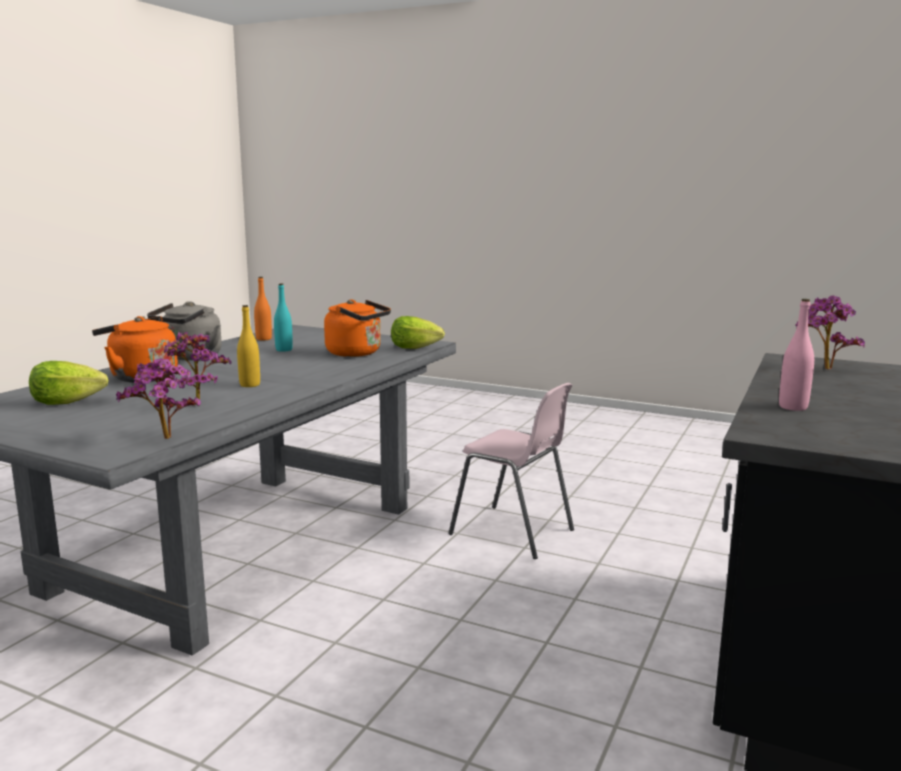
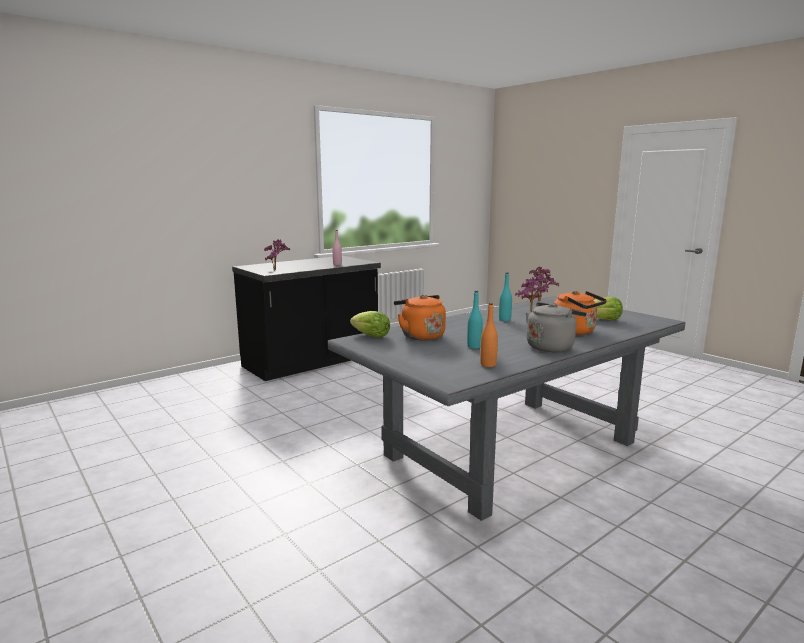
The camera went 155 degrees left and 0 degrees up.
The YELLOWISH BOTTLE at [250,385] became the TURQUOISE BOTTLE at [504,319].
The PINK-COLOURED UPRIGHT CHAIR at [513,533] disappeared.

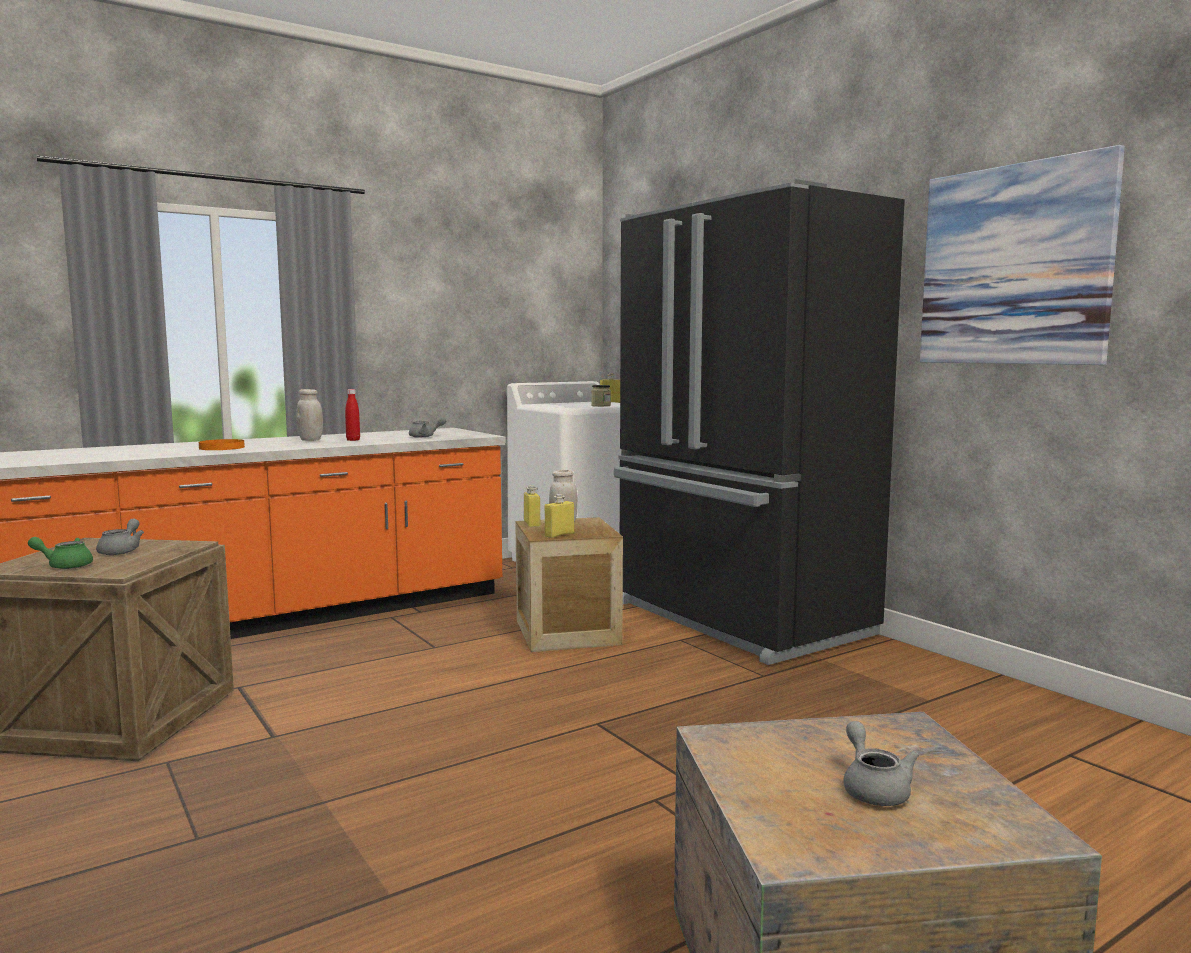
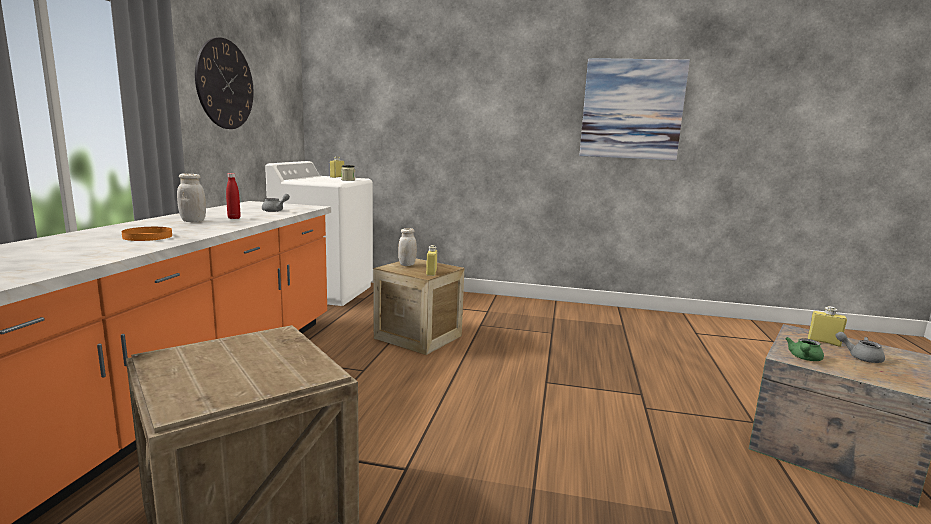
The camera went 45 degrees left and 5 degrees up.
The WALL CLOCK at [225,84] appeared.
The GREENISH TEA POT moved from [65,565] to [804,358].
The YELLOWISH BOTTLE moved from [532,524] to [823,342].
The GREYISH TEA POT at [122,551] disappeared.
The BLACKISH REFRIGERATOR at [738,620] disappeared.

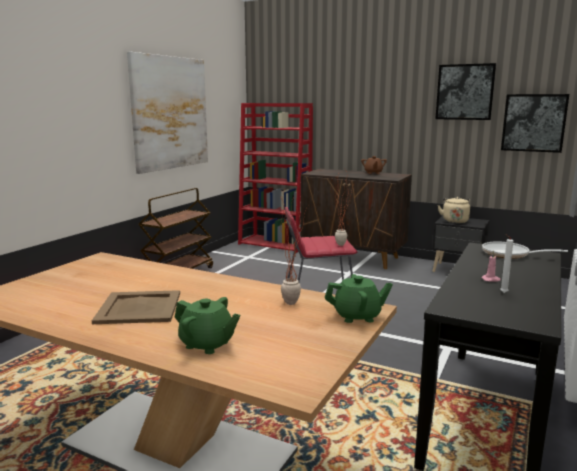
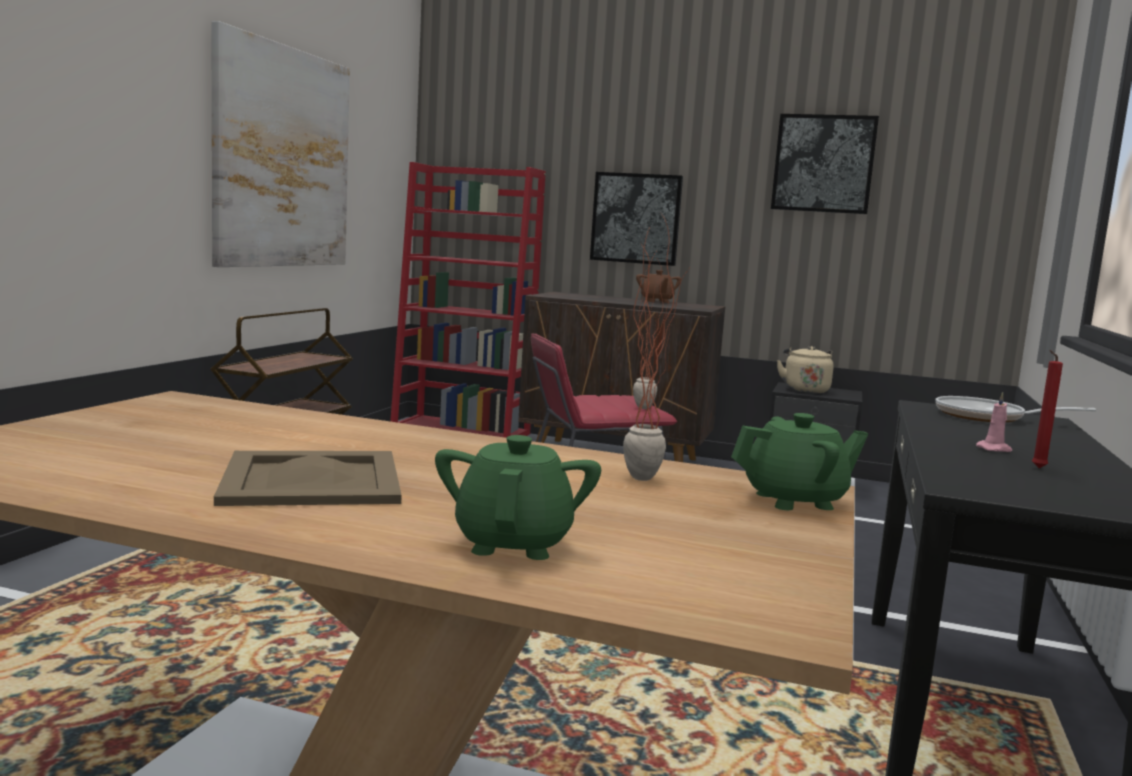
The camera went 10 degrees left and 5 degrees down.
The GREENISH TEA POT at [207,344] turned 105 degrees counterclockwise.
The PICTURE moved from [534,123] to [636,218].
The WHITE-COLOURED CANDLE at [502,293] became the REDDISH CANDLE at [1037,468].

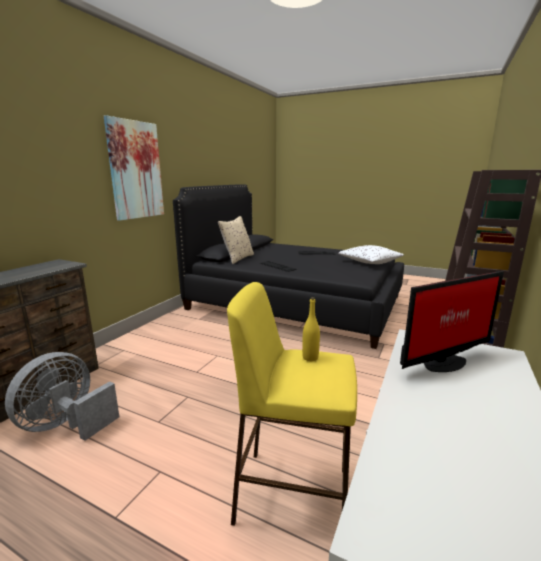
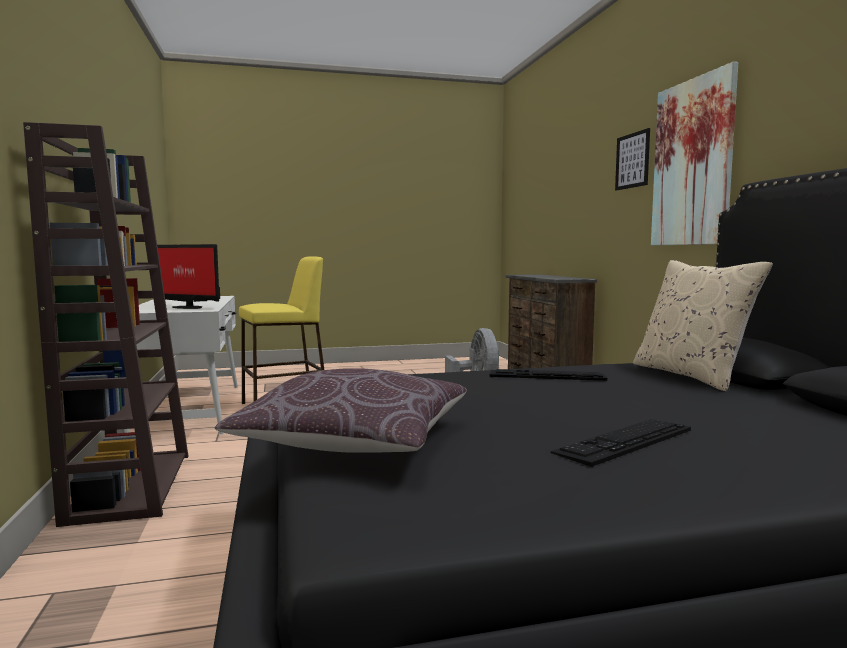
The camera went 140 degrees right and 10 degrees down.
The MONITOR at [442,362] turned 90 degrees counterclockwise.
The WHITE-COLOURED THROW PILLOW at [370,262] became the BROWNISH THROW PILLOW at [356,441].
The PICTURE at [632,160] appeared.
The YELLOWISH BOTTLE at [310,357] disappeared.

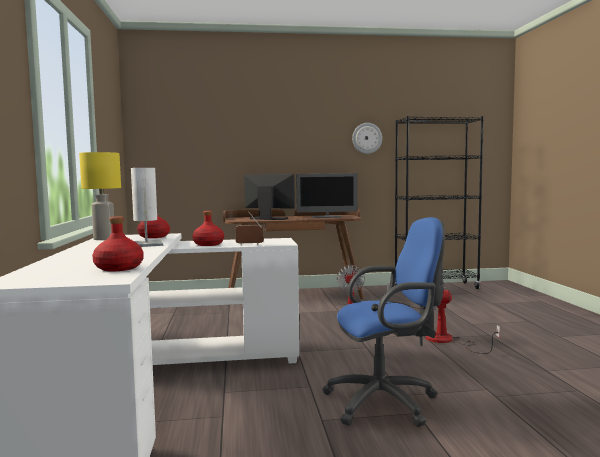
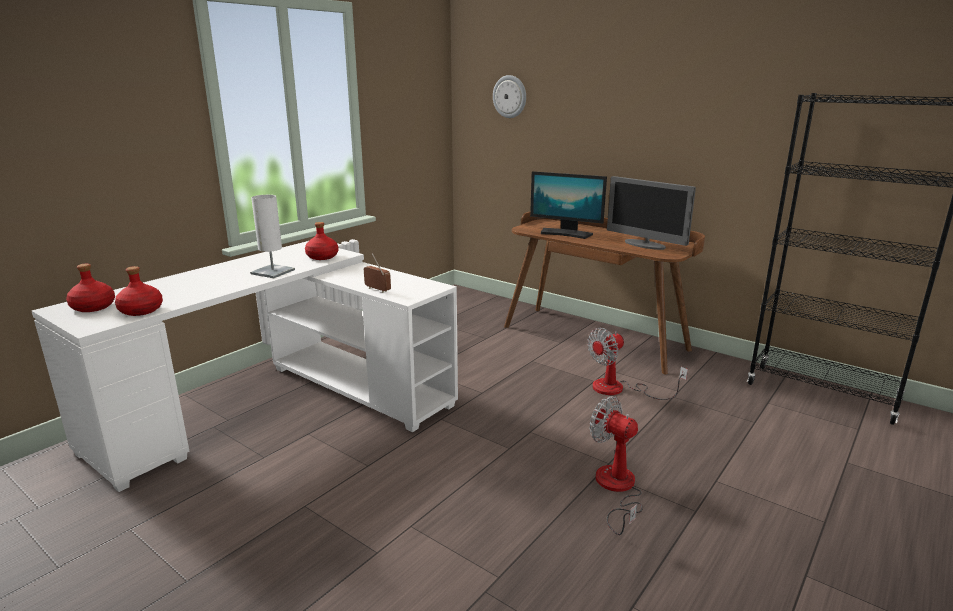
The camera went 45 degrees right and 15 degrees up.
The REDDISH BOTTLE moved from [209,244] to [94,307].
The WALL CLOCK moved from [367,138] to [510,96].
The MONITOR at [268,219] turned 135 degrees clockwise.
The YELLOWISH TABLE LAMP at [105,239] disappeared.
The BLUE-COLOURED DESK CHAIR at [387,402] disappeared.

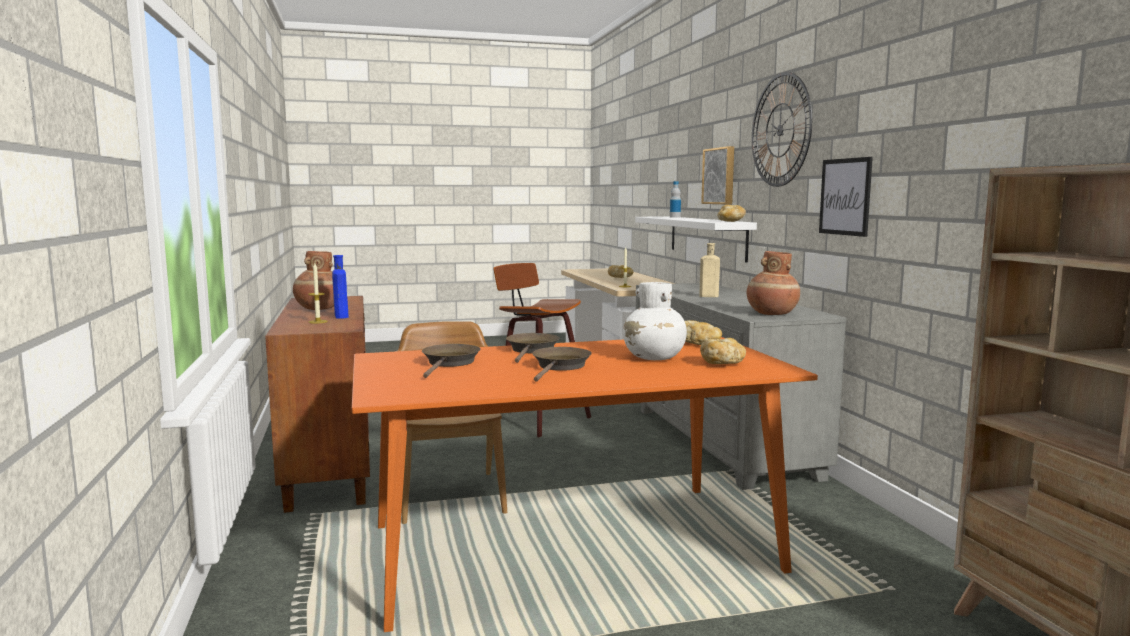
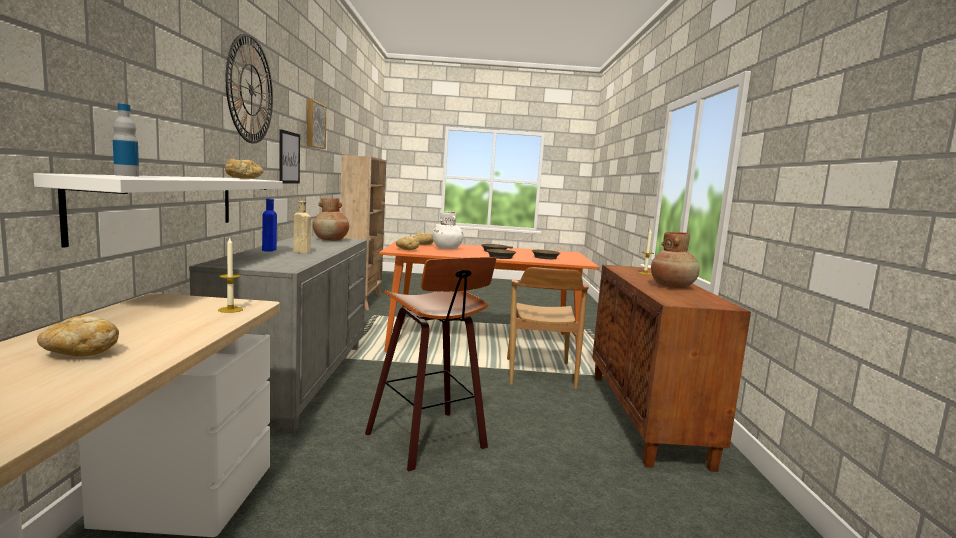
The camera went 165 degrees left and 0 degrees up.
The BLUE-COLOURED BOTTLE moved from [341,316] to [269,250].
The PICTURE moved from [720,176] to [314,125].

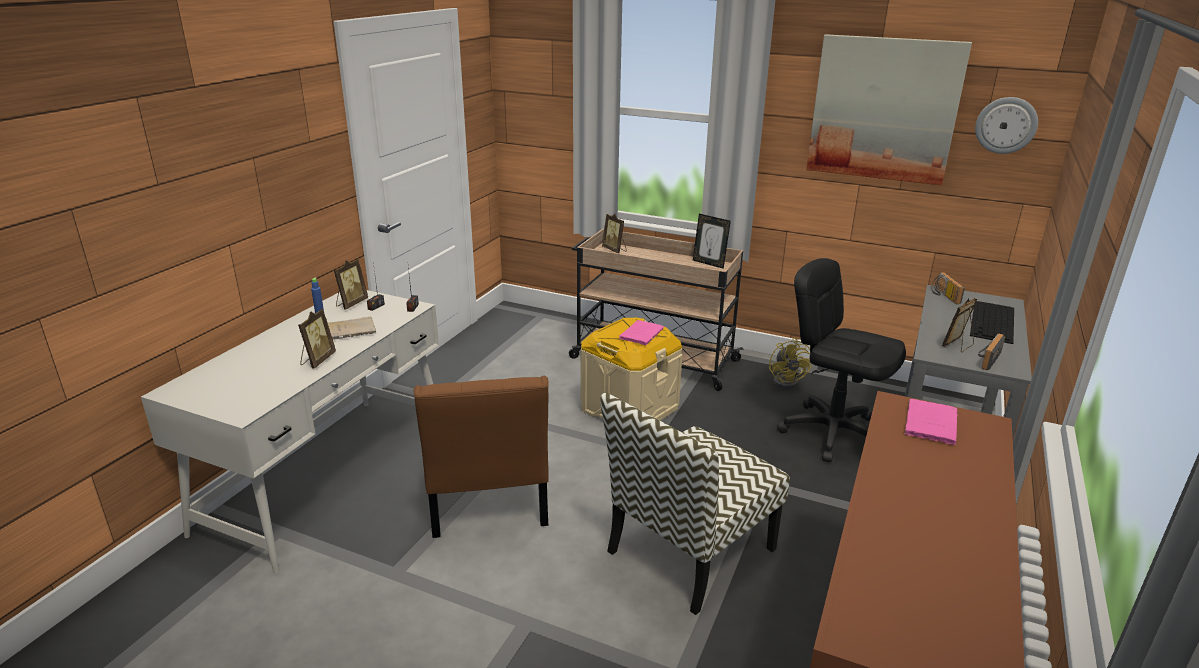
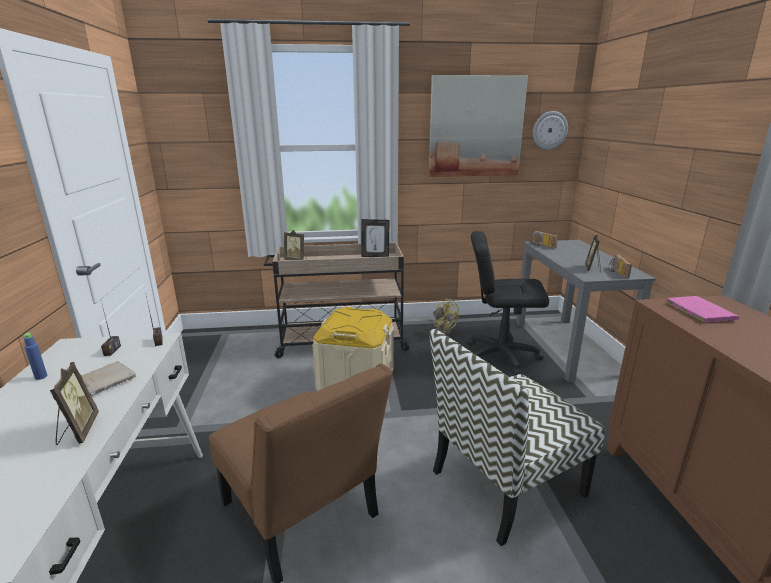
The camera went 30 degrees left and 5 degrees down.
The UPRIGHT CHAIR at [690,552] turned 45 degrees clockwise.
The PHOTO FRAME at [351,304] disappeared.
The PINK-COLOURED BOUND BOOK at [642,334] disappeared.
The KEYBOARD at [993,322] disappeared.

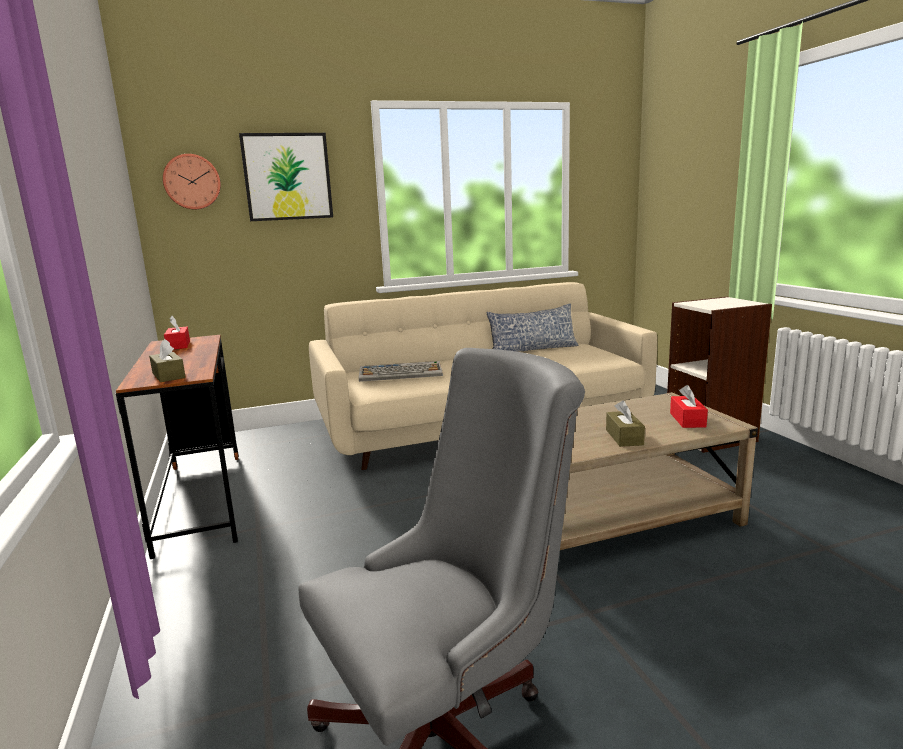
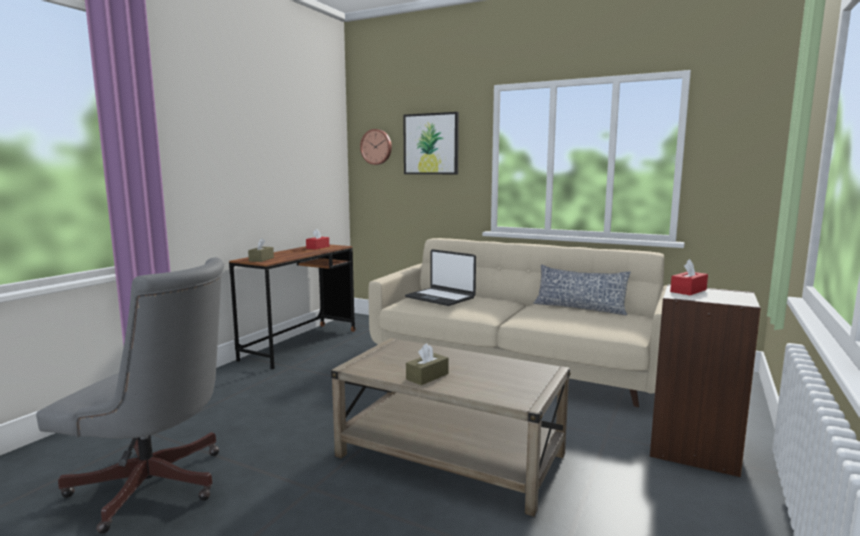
The camera went 45 degrees right and 5 degrees down.
The KEYBOARD at [401,373] was replaced by the LAPTOP at [440,298].
The REDDISH TISSUE BOX moved from [687,420] to [688,291].

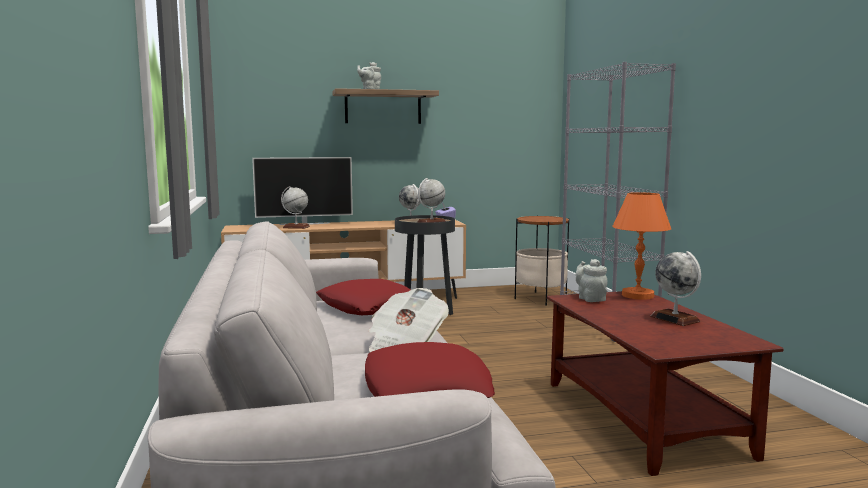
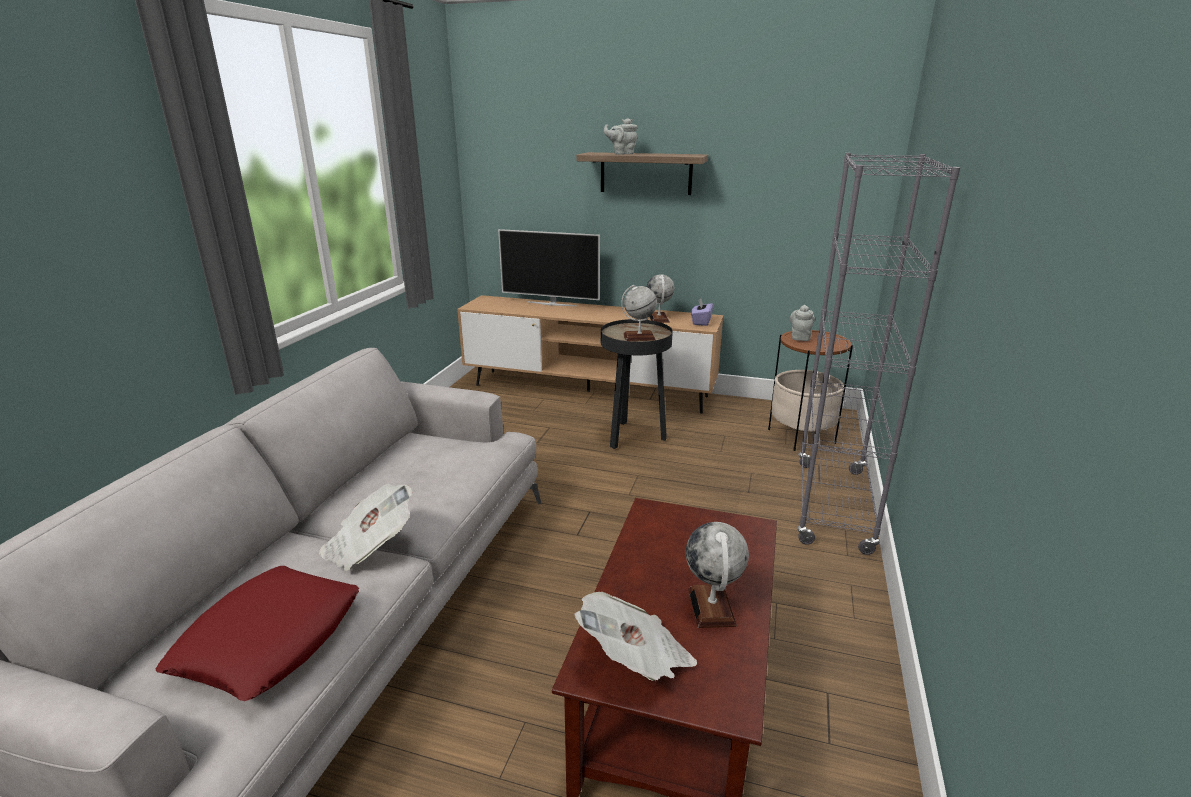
The camera went 30 degrees right and 15 degrees up.
The DAILY PAPER at [636,659] appeared.
The GREYISH TEA POT moved from [590,298] to [800,337].
The GLOBE at [296,227] disappeared.
The REDDISH THROW PILLOW at [368,307] disappeared.
The ORANGE-COLOURED TABLE LAMP at [638,295] disappeared.

